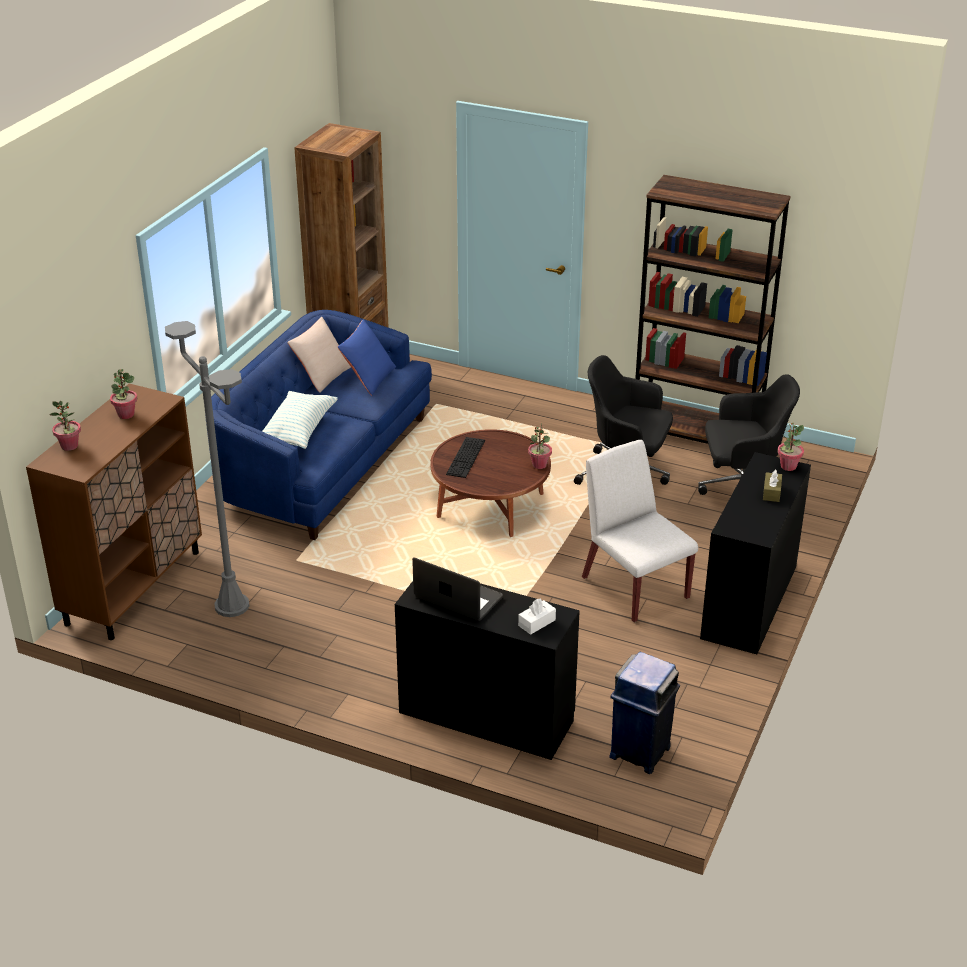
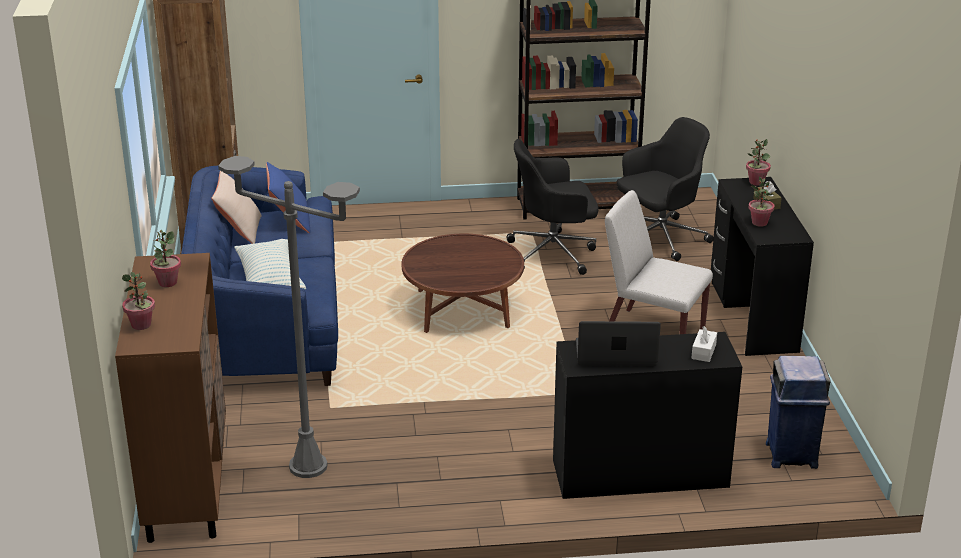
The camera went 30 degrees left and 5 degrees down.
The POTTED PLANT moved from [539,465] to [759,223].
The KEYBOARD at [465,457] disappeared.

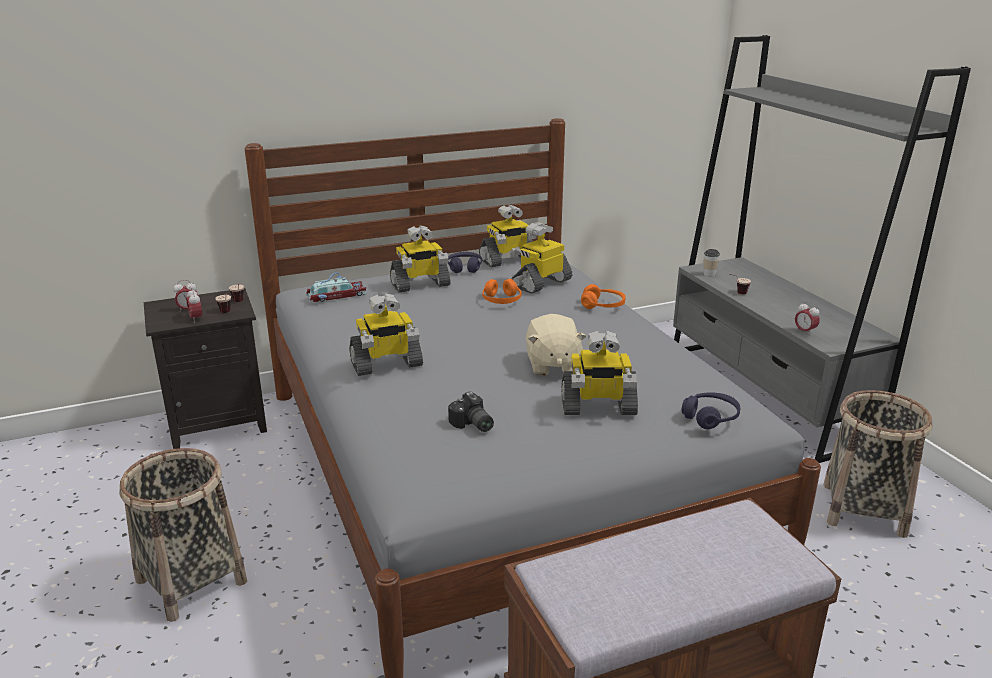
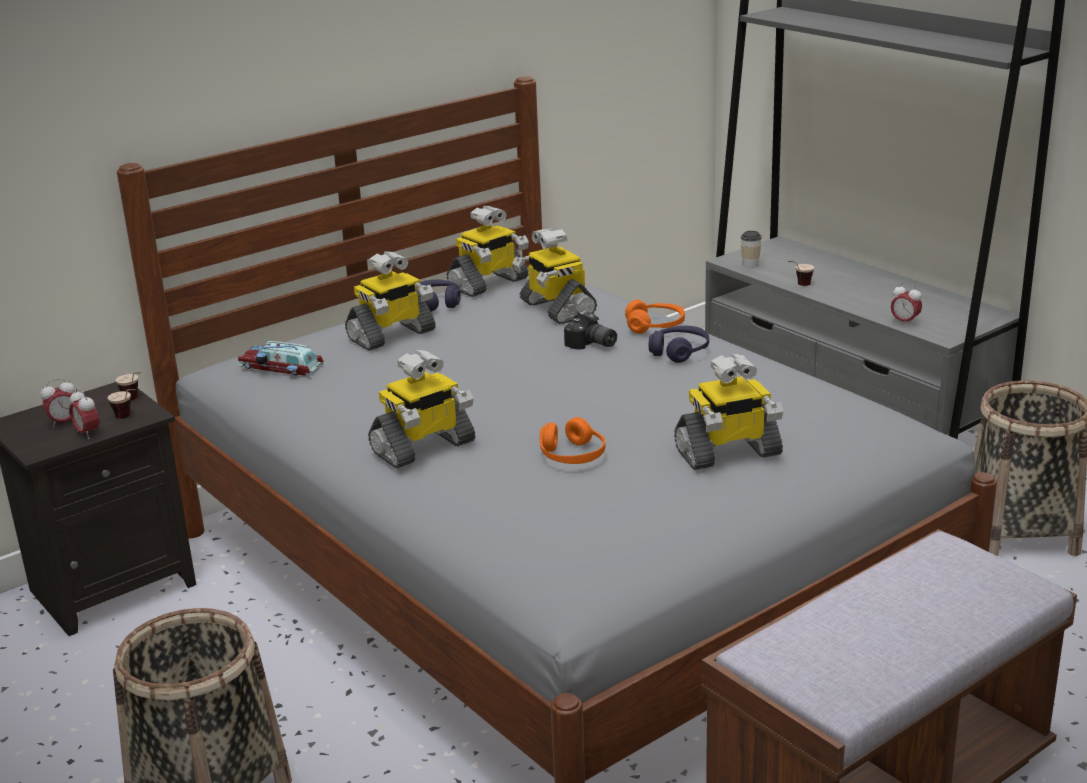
The camera went 15 degrees left and 0 degrees up.
The MODEL CAR at [335,295] turned 120 degrees counterclockwise.
The MODEL ROBOT at [541,283] turned 60 degrees counterclockwise.
The ORANGE-COLOURED PAIR OF HEADPHONES moved from [501,300] to [572,456].
The PHOTO CAMERA moved from [472,425] to [591,345].
The PURPLE-COLOURED PAIR OF HEADPHONES moved from [710,417] to [679,352].
The BEIGE-COLOURED CUDDLY TOY at [552,365] disappeared.

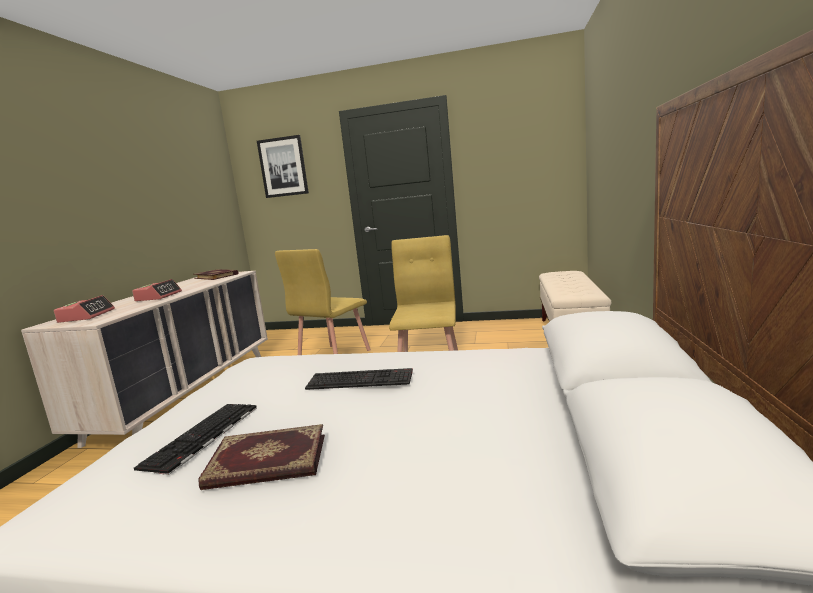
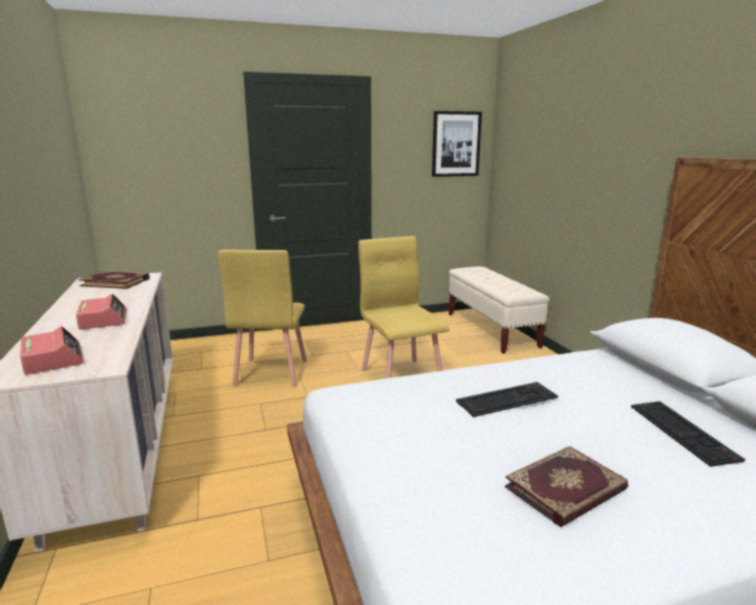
The camera went 30 degrees left and 5 degrees up.
The PICTURE moved from [283,167] to [456,144].
The KEYBOARD moved from [202,436] to [684,432].

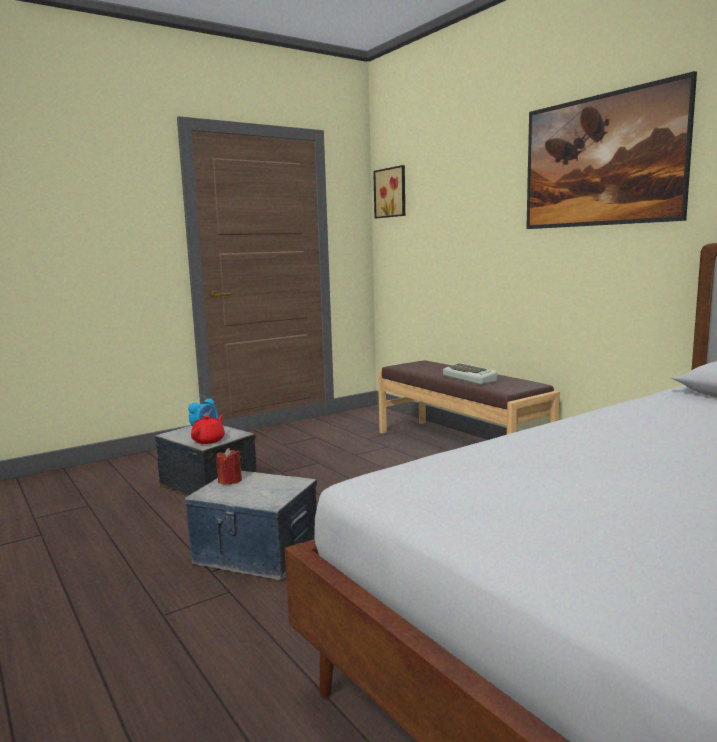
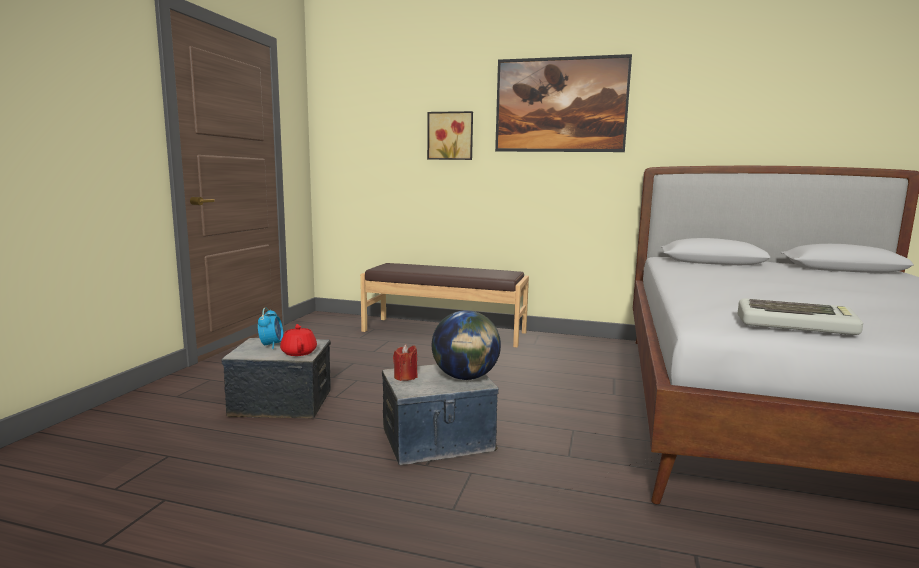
The camera went 40 degrees left and 0 degrees up.
The PICTURE moved from [391,192] to [450,136].
The GLOBE at [465,377] appeared.
The KEYBOARD moved from [470,379] to [796,325].

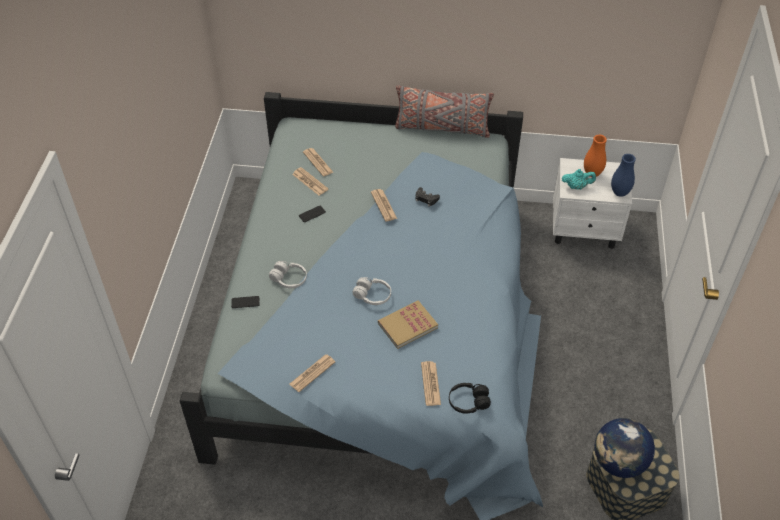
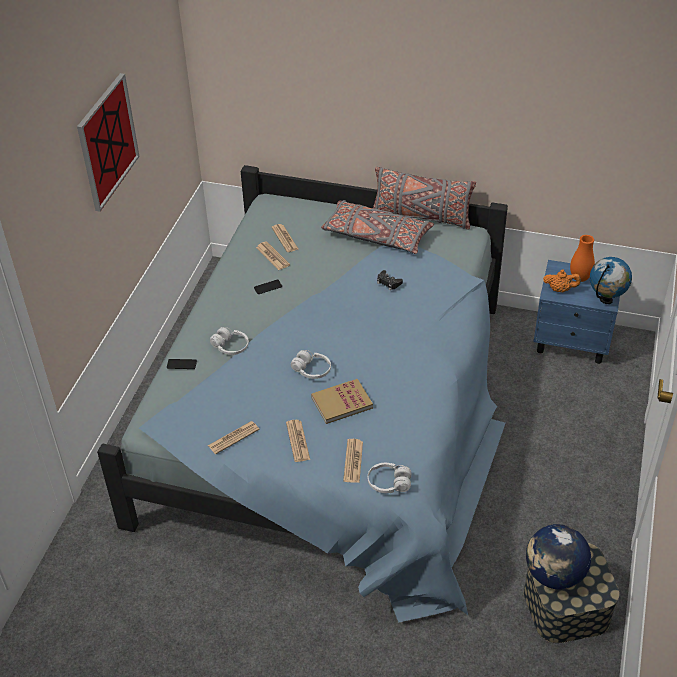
The camera went 10 degrees right and 5 degrees down.
The PICTURE at [107,142] appeared.
The DAILY PAPER moved from [383,205] to [298,441].
The GREYISH THROW PILLOW at [376,236] appeared.
The BLACKISH PAIR OF HEADPHONES at [468,402] became the WHITE-COLOURED PAIR OF HEADPHONES at [389,483].
The WHITE-COLOURED BEDSIDE TABLE at [585,229] became the BLUE-COLOURED BEDSIDE TABLE at [572,341].
The TURQUOISE TEA POT at [576,186] became the ORANGE-COLOURED TEA POT at [560,290].
The BLUE-COLOURED DECORATIVE VASE at [619,193] was replaced by the GLOBE at [606,300].

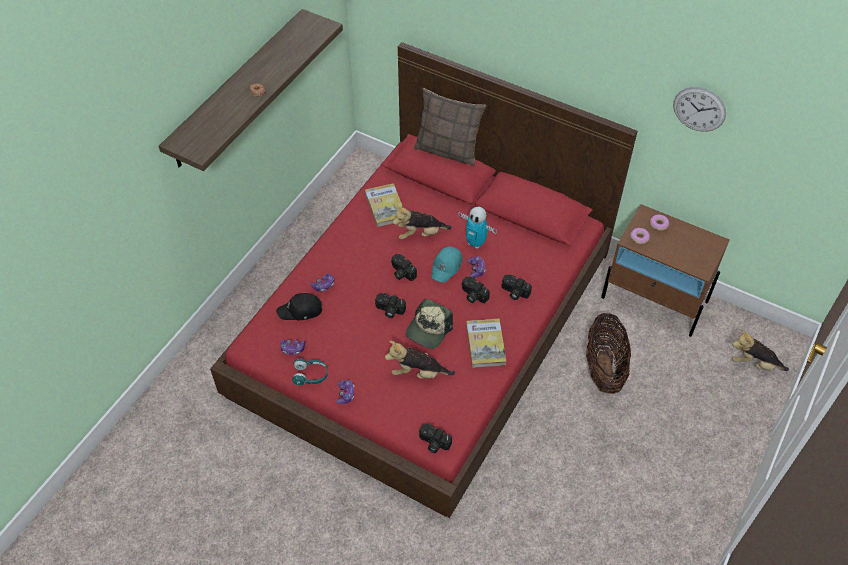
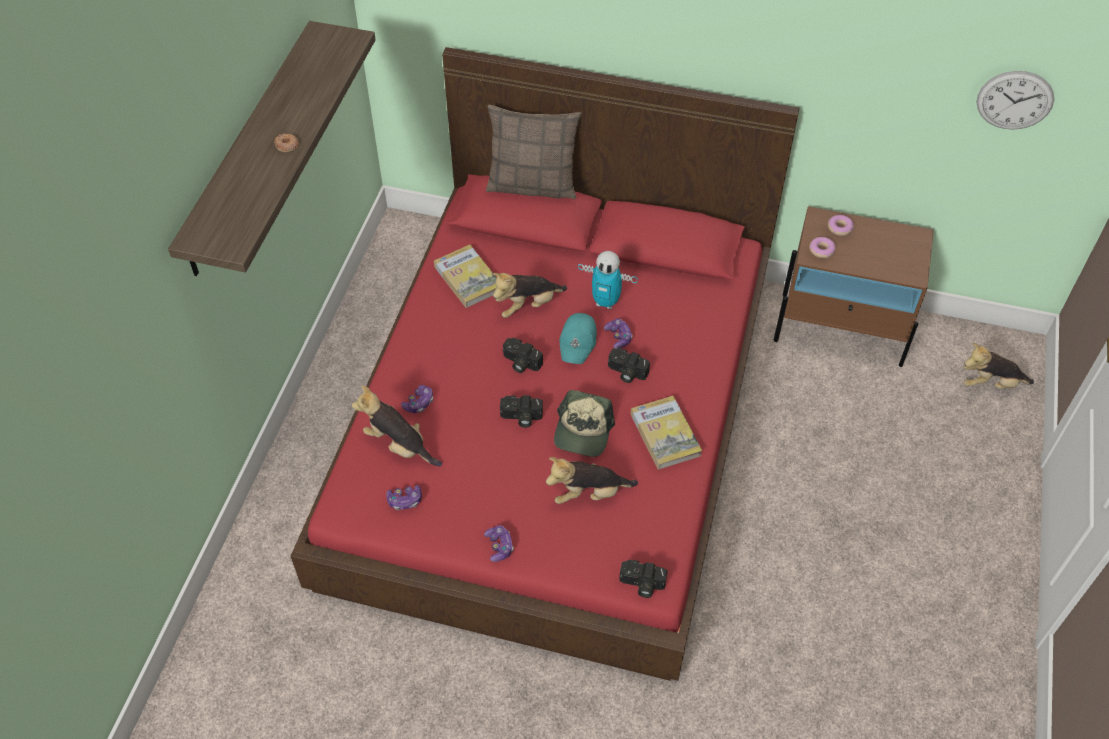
The camera went 15 degrees left and 0 degrees up.
The BLACKISH CAP at [301,310] was replaced by the CUDDLY TOY at [399,445].
The WALL CLOCK moved from [699,109] to [1015,100].
The TURQUOISE PAIR OF HEADPHONES at [310,375] disappeared.
The PHOTO CAMERA at [514,292] disappeared.
The HOUSEHOLD BASKET at [604,368] disappeared.

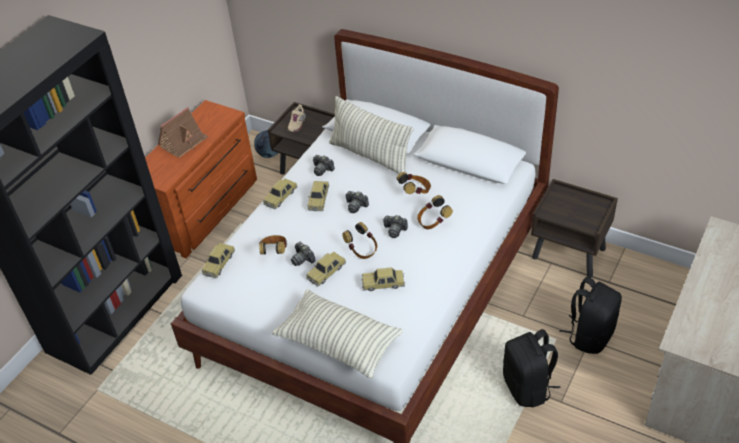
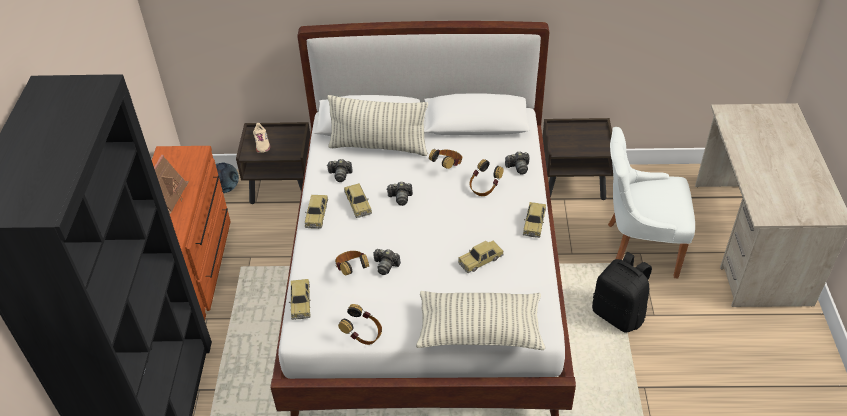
The camera went 30 degrees left and 0 degrees up.
The PAIR OF HEADPHONES moved from [362,250] to [363,334].
The PHOTO CAMERA moved from [395,230] to [518,167].
The MODEL CAR moved from [326,272] to [534,223].
The BLACKISH KNAPSACK at [590,335] was replaced by the WHITE-COLOURED UPRIGHT CHAIR at [638,249].

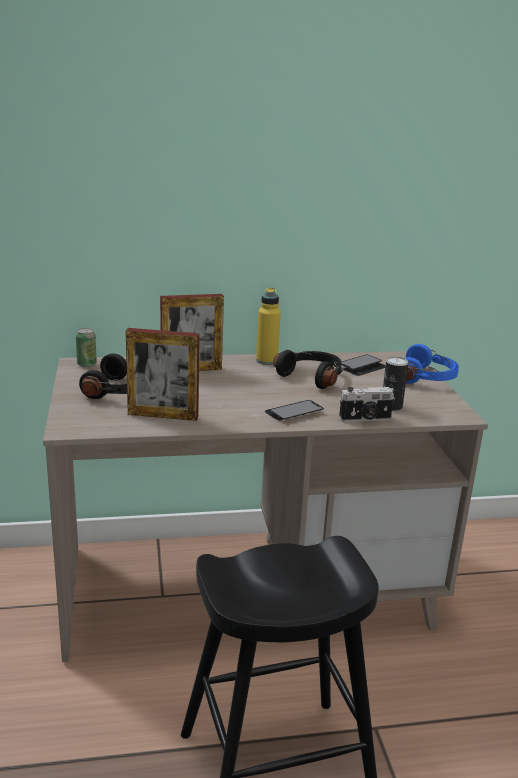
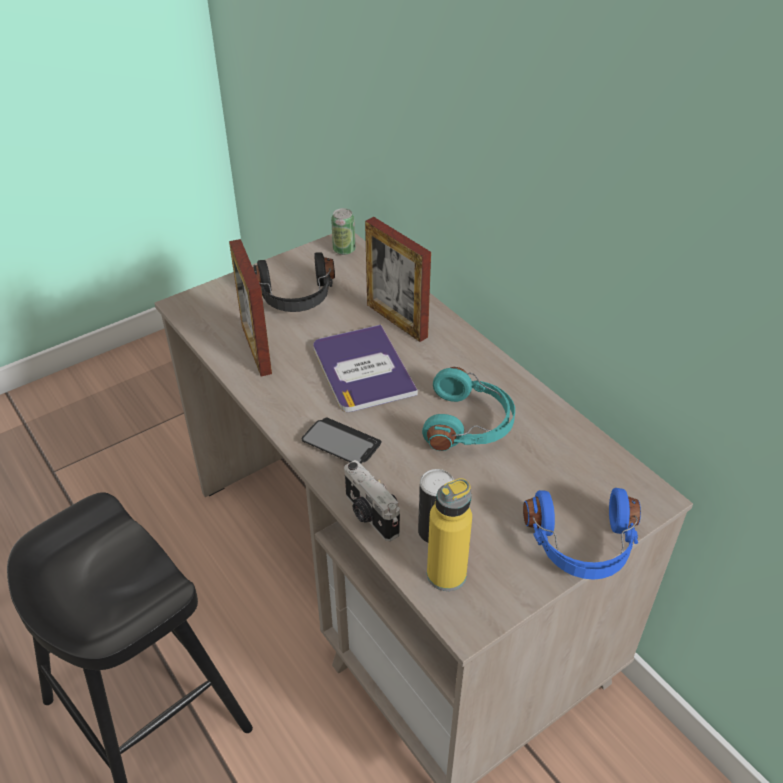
The camera went 65 degrees right and 20 degrees up.
The BOUND BOOK at [362,369] appeared.
The BLACKISH PAIR OF HEADPHONES at [312,377] became the TURQUOISE PAIR OF HEADPHONES at [469,424].
The YELLOWISH BOTTLE moved from [266,361] to [446,574].
The TELEPHONE at [362,367] disappeared.

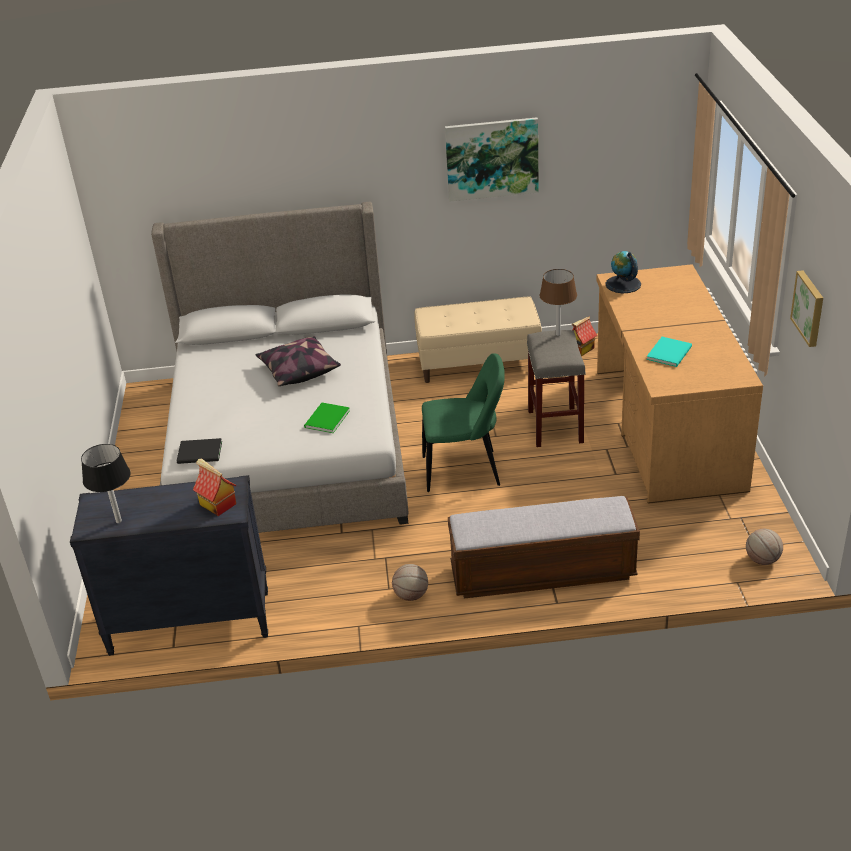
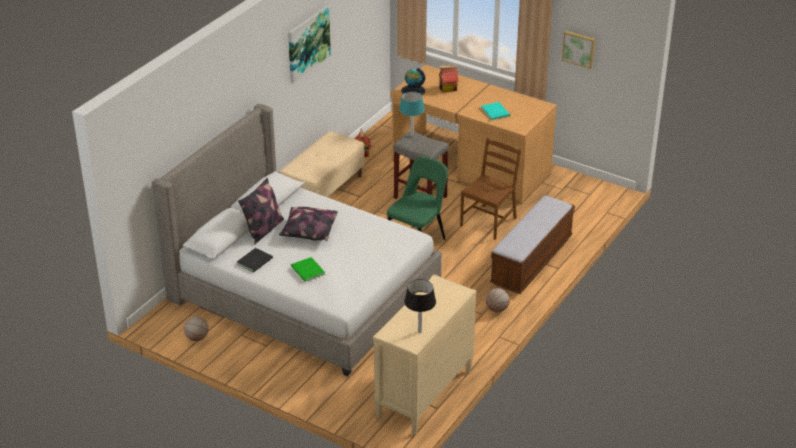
The camera went 55 degrees left and 0 degrees up.
The BALL FOR BASKETBALL moved from [762,560] to [197,338].
The BLACKISH BOUND BOOK moved from [201,453] to [256,261].
The THROW PILLOW at [263,230] appeared.
The GREENISH BOUND BOOK moved from [325,419] to [307,271].
The BLACKISH DRESSER at [189,623] became the BEIGE-COLOURED DRESSER at [424,394].
The BROWNISH TABLE LAMP at [558,334] became the TURQUOISE TABLE LAMP at [411,135].
The TOY HOUSE moved from [217,504] to [447,88].
The BROWNISH UPRIGHT CHAIR at [489,221] appeared.

